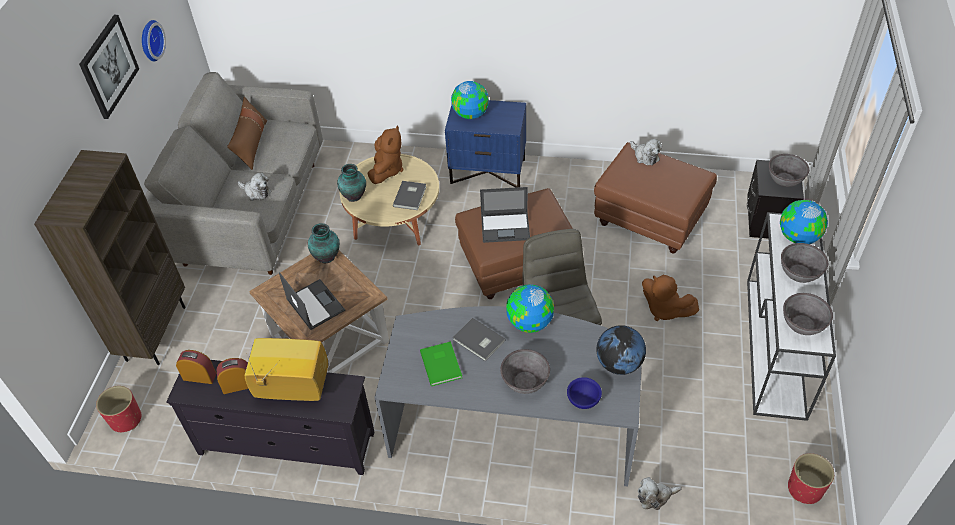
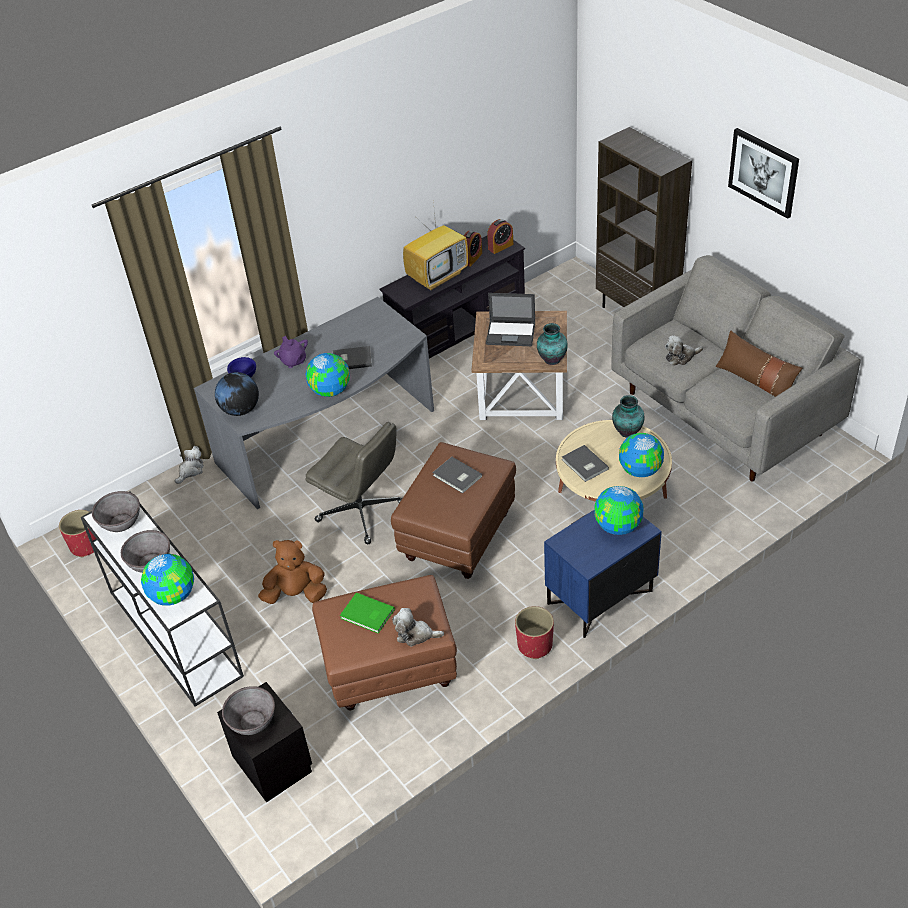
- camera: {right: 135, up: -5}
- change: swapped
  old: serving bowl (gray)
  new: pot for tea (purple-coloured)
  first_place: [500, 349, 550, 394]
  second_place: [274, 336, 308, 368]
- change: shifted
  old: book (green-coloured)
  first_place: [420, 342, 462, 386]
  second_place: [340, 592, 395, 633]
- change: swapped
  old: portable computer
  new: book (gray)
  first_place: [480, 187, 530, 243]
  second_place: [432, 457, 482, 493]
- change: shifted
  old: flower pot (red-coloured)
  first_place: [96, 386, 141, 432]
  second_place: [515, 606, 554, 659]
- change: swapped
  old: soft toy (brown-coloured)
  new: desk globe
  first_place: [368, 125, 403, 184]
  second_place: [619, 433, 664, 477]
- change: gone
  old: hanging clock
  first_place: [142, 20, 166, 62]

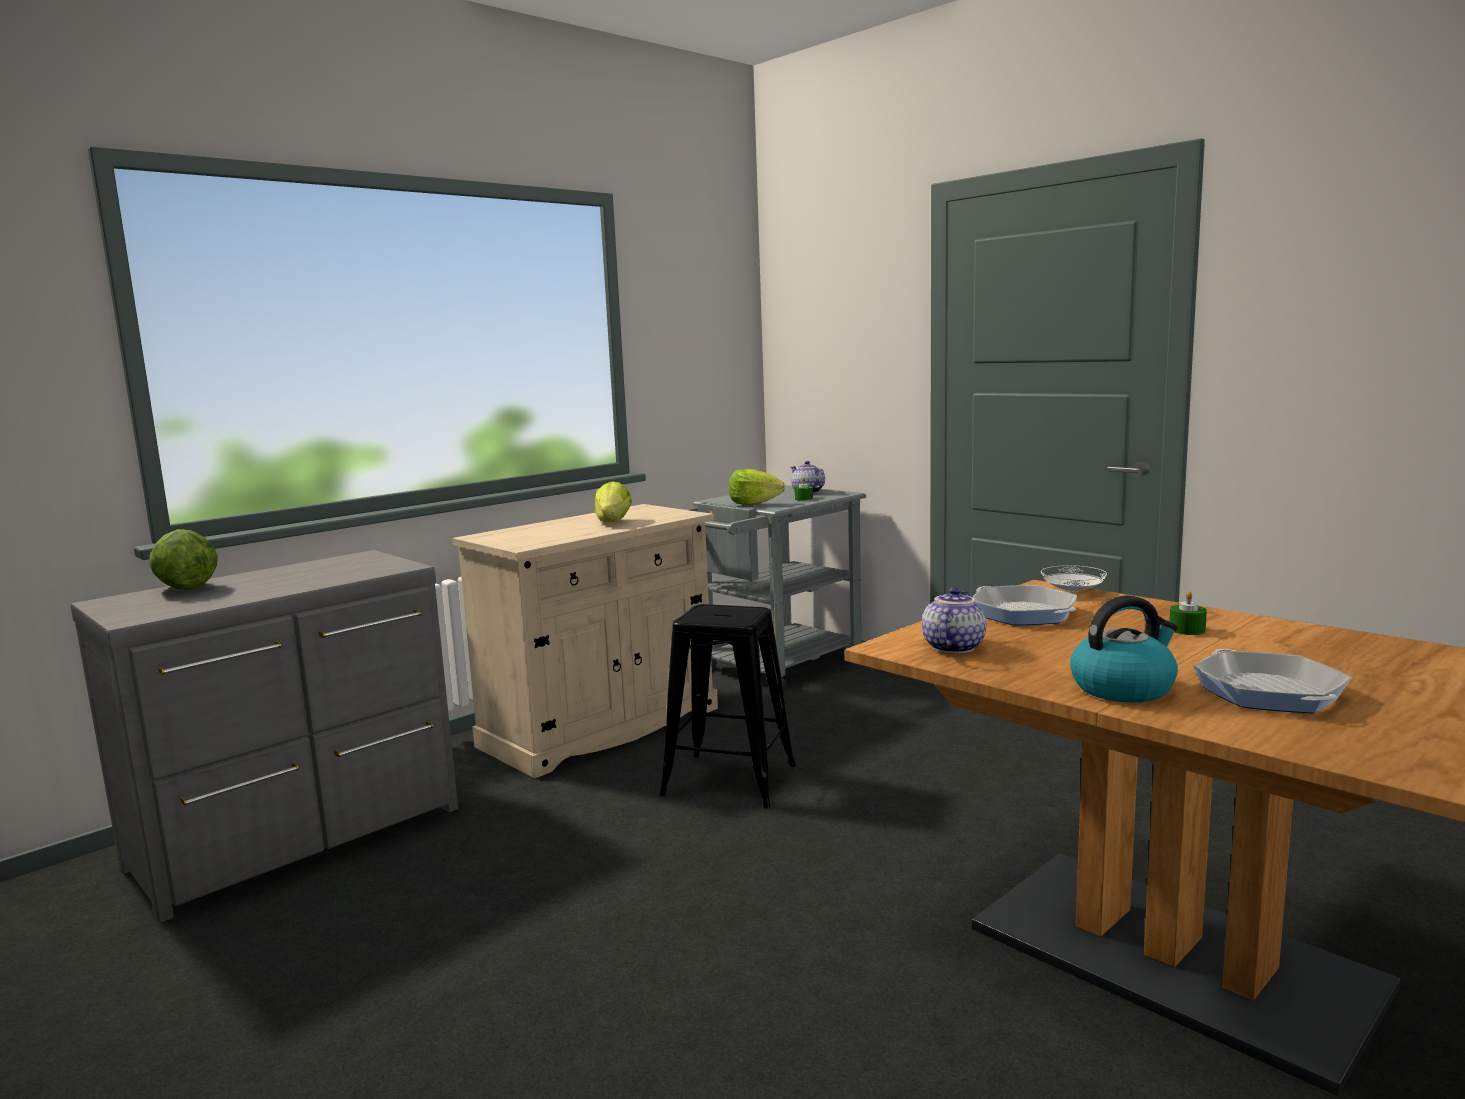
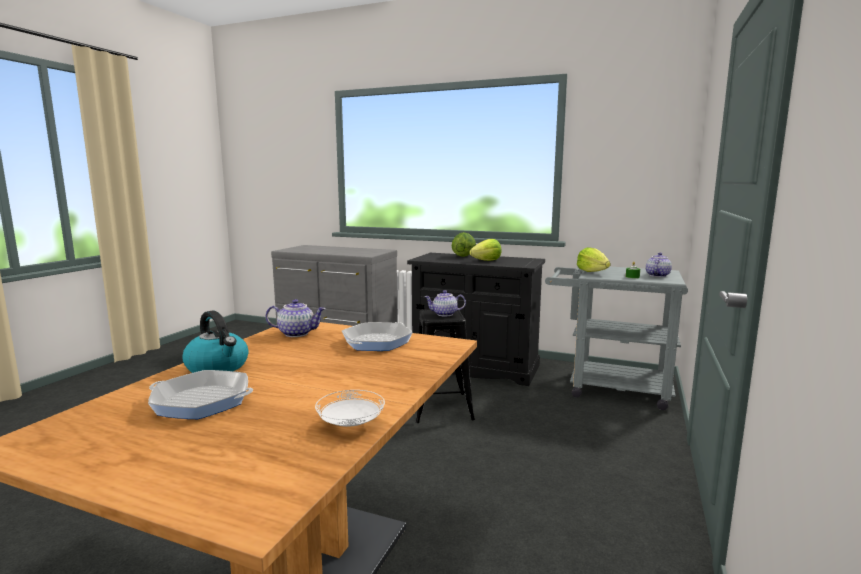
- camera: {right: 65, up: 0}
- change: rotated
  old: frying pan
  first_place: [1193, 649, 1352, 714]
  second_place: [148, 370, 253, 419]
  degrees: 45
- change: shifted
  old: plate (whitish)
  first_place: [1041, 565, 1107, 593]
  second_place: [315, 390, 385, 427]
- change: repainted
  old: storage cabinet (beige-coloured)
  new: storage cabinet (blackish)
  first_place: [452, 504, 718, 778]
  second_place: [407, 253, 545, 386]
- change: new
  new: pot for tea
  second_place: [425, 290, 466, 316]
- change: shifted
  old: lettuce head
  first_place: [149, 529, 218, 590]
  second_place: [452, 232, 476, 257]
- change: gone
  old: wax light (green-coloured)
  first_place: [1169, 591, 1207, 635]

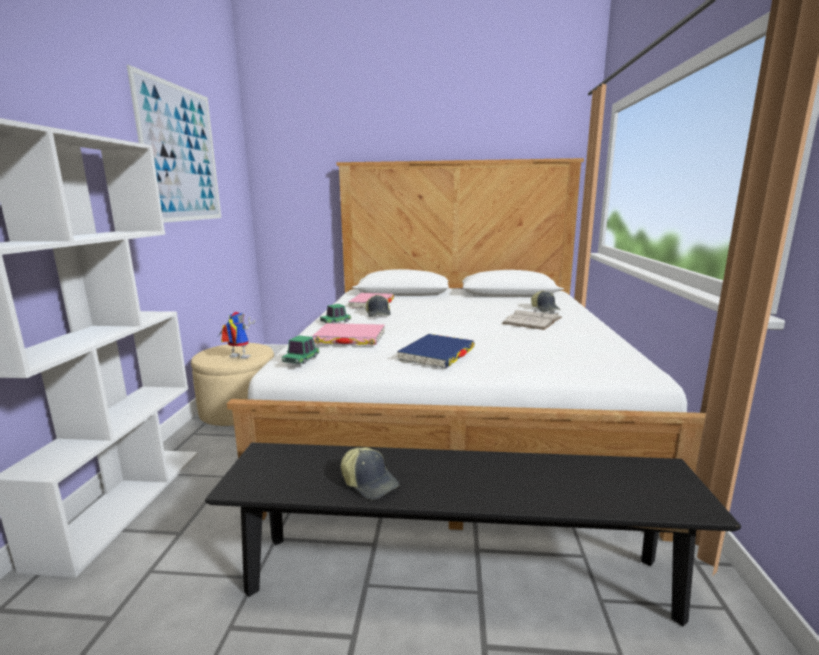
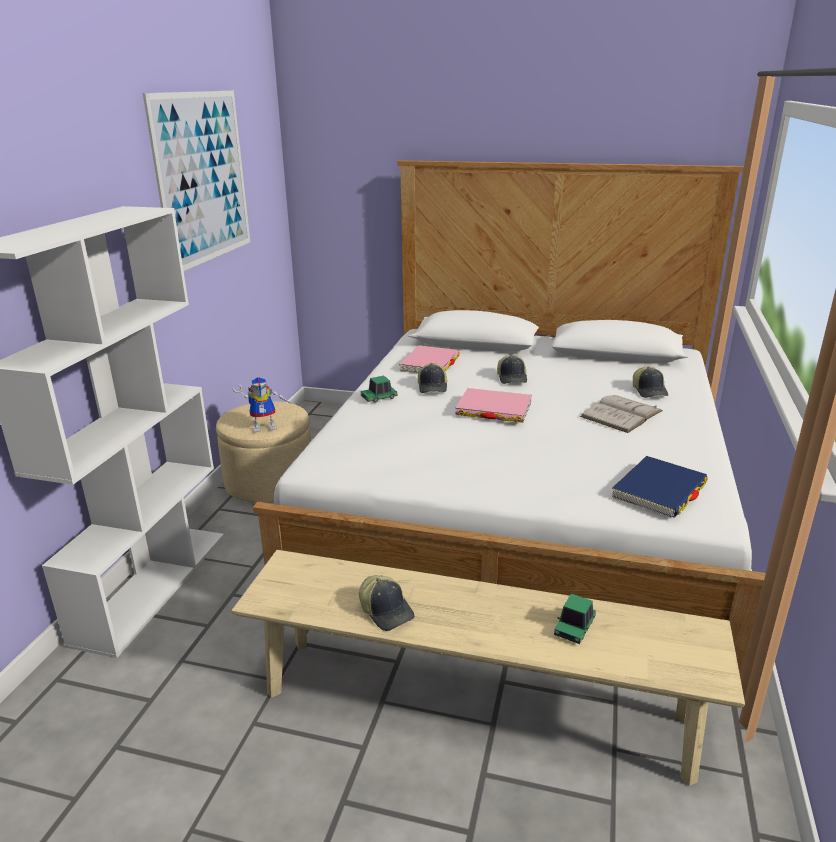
- camera: {right: 10, up: 10}
- change: repainted
  old: indoor bench (blackish)
  new: indoor bench (beige-coloured)
  first_place: [205, 443, 741, 626]
  second_place: [231, 550, 745, 786]
- change: rotated
  old: robot figure
  first_place: [217, 312, 255, 359]
  second_place: [232, 377, 293, 432]
  degrees: 135
- change: shifted
  old: book (pinkish)
  first_place: [312, 323, 385, 345]
  second_place: [455, 388, 532, 423]
- change: new
  new: baseball cap
  second_place: [497, 354, 527, 384]
- change: shifted
  old: toy car
  first_place: [282, 335, 319, 364]
  second_place: [554, 594, 596, 644]
- change: shifted
  old: book (bluish)
  first_place: [397, 334, 475, 368]
  second_place: [612, 456, 708, 518]

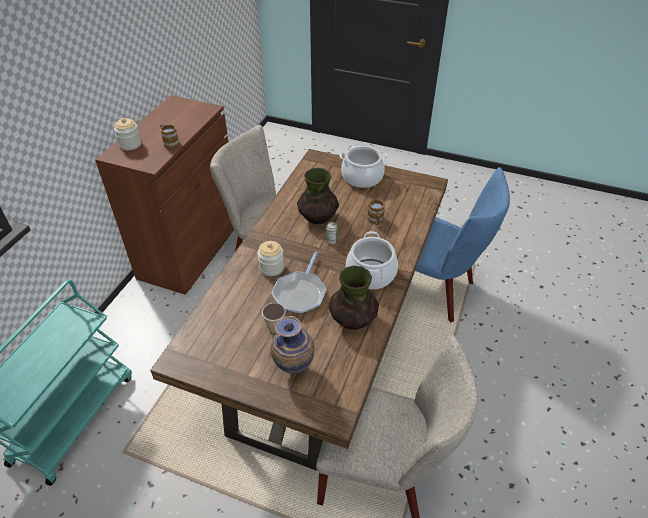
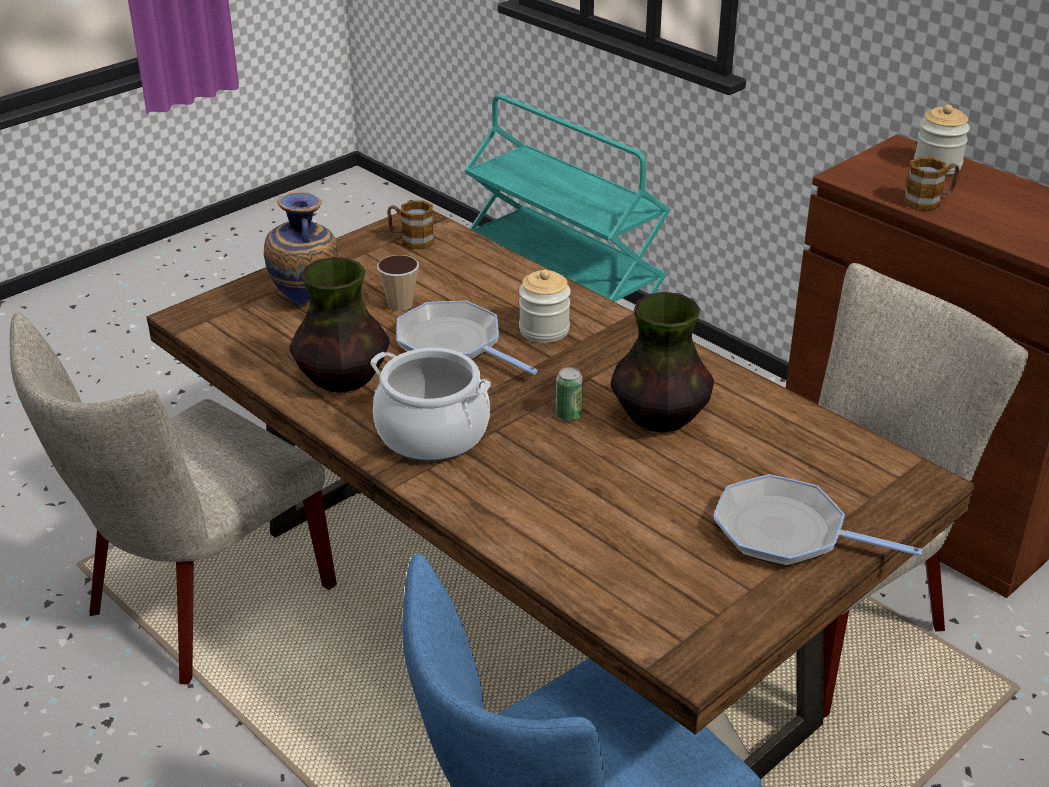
- camera: {right: 115, up: -10}
- change: shifted
  old: coffee mug
  first_place: [367, 199, 385, 226]
  second_place: [387, 201, 434, 249]
- change: swapped
  old: cooking pot
  new: frying pan
  first_place: [340, 146, 388, 188]
  second_place: [713, 474, 922, 566]

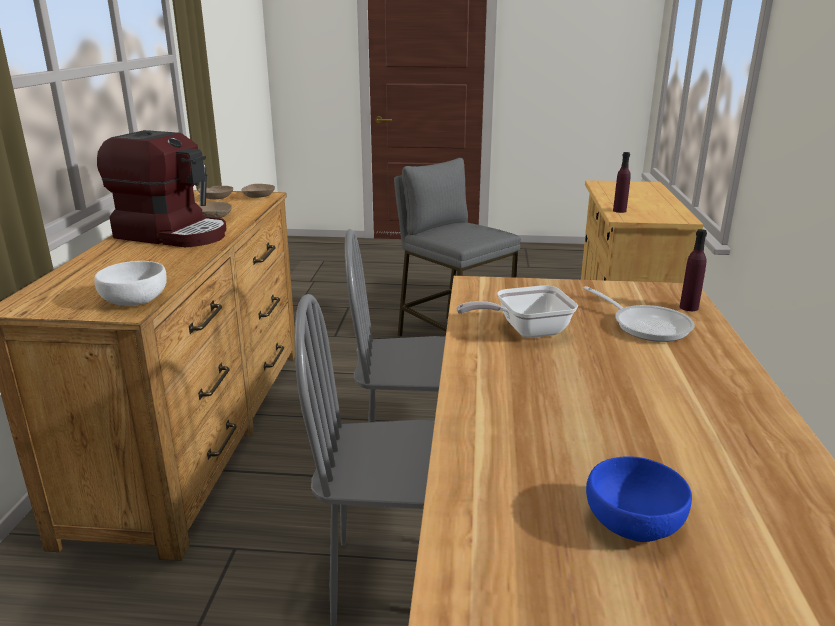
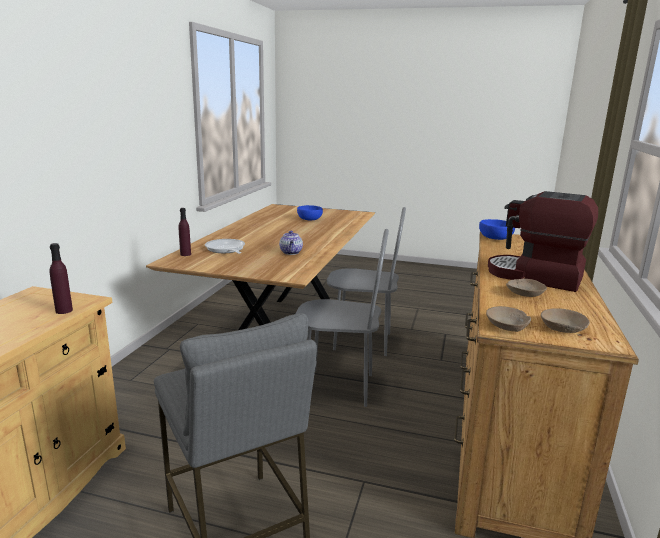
- camera: {right: -170, up: -5}
- change: swapped
  old: frying pan
  new: pot for tea
  first_place: [456, 285, 578, 338]
  second_place: [279, 231, 303, 255]
- change: repainted
  old: serving bowl (whitish)
  new: serving bowl (bluish)
  first_place: [94, 261, 167, 306]
  second_place: [479, 219, 515, 240]

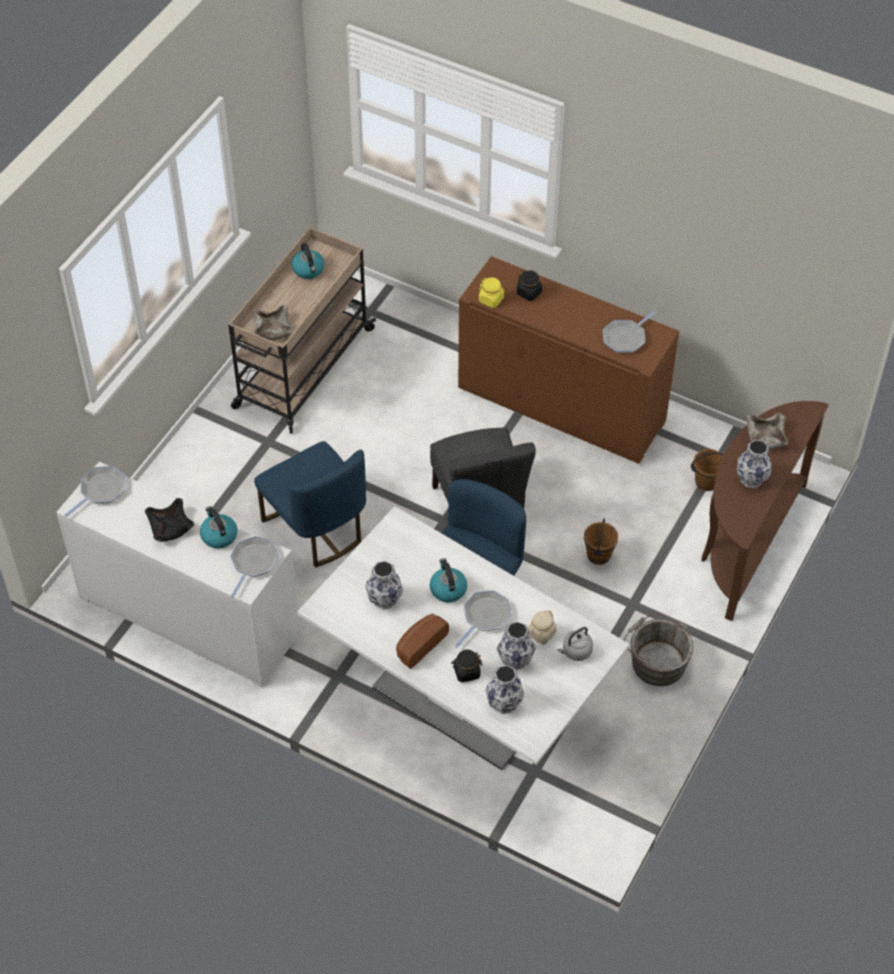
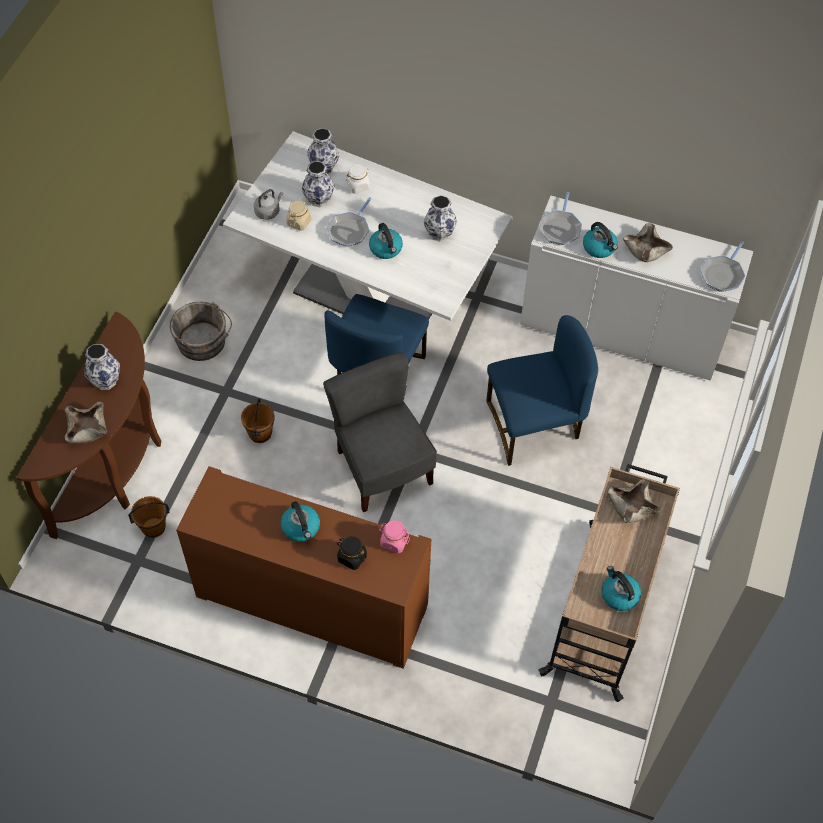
- camera: {right: 170, up: 5}
- change: new
  new: tea kettle
  second_place: [281, 501, 320, 542]
- change: repainted
  old: preserve jar (blackish)
  new: preserve jar (whitish)
  first_place: [451, 650, 482, 683]
  second_place: [345, 164, 371, 194]
- change: repainted
  old: preserve jar (yellow)
  new: preserve jar (pinkish)
  first_place: [479, 277, 505, 308]
  second_place: [380, 520, 410, 553]
- change: rotated
  old: upright chair (bluish)
  first_place: [254, 441, 366, 568]
  second_place: [486, 315, 598, 466]
  degrees: 120
- change: repainted
  old: serving bowl (blackish)
  new: serving bowl (beige-coloured)
  first_place: [145, 498, 194, 542]
  second_place: [623, 223, 673, 262]
- change: gone
  old: bread
  first_place: [396, 614, 449, 669]
- change: gone
  old: frying pan
  first_place: [603, 310, 657, 353]

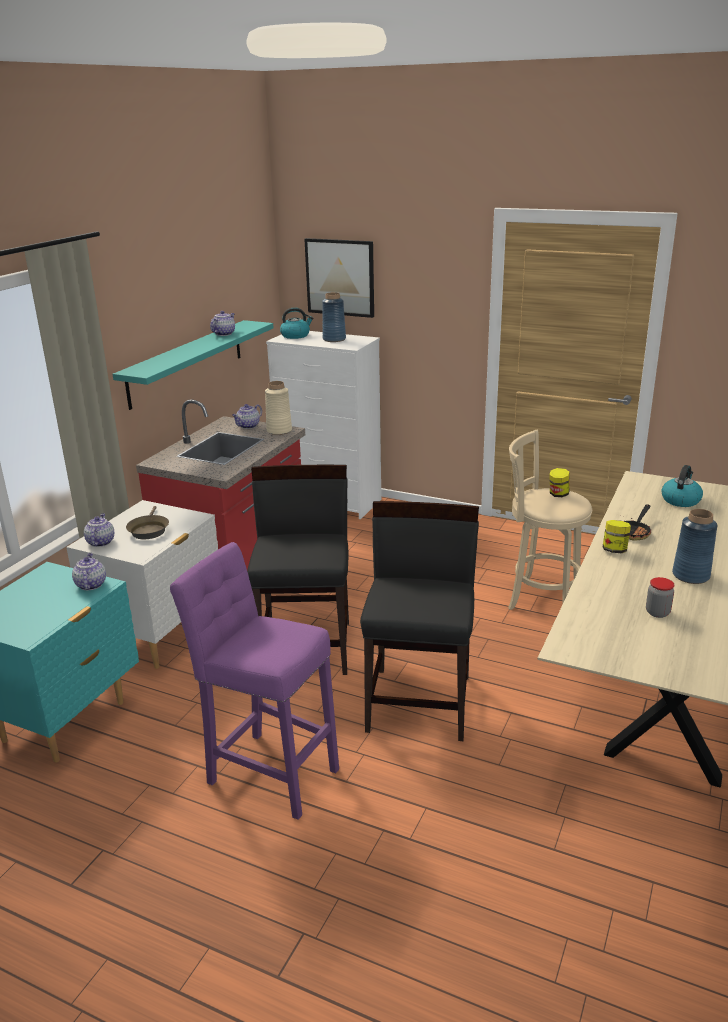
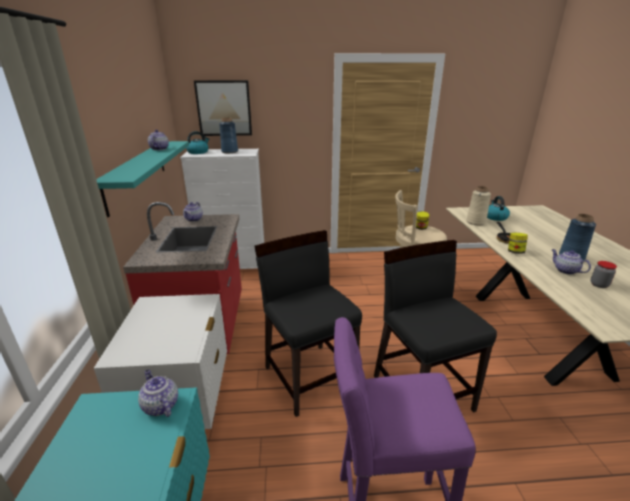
- camera: {right: -30, up: 0}
- change: shifted
  old: decorative vase (beige-coloured)
  first_place: [265, 381, 292, 435]
  second_place: [466, 186, 491, 225]
- change: shifted
  old: pot for tea
  first_place: [84, 513, 114, 547]
  second_place: [551, 249, 591, 275]
- change: gone
  old: frying pan (brown-coloured)
  first_place: [126, 506, 169, 539]

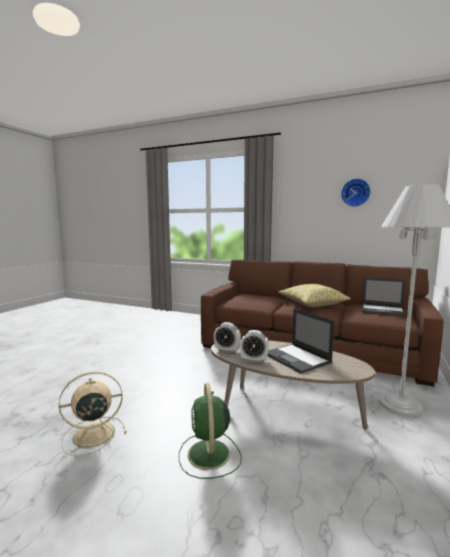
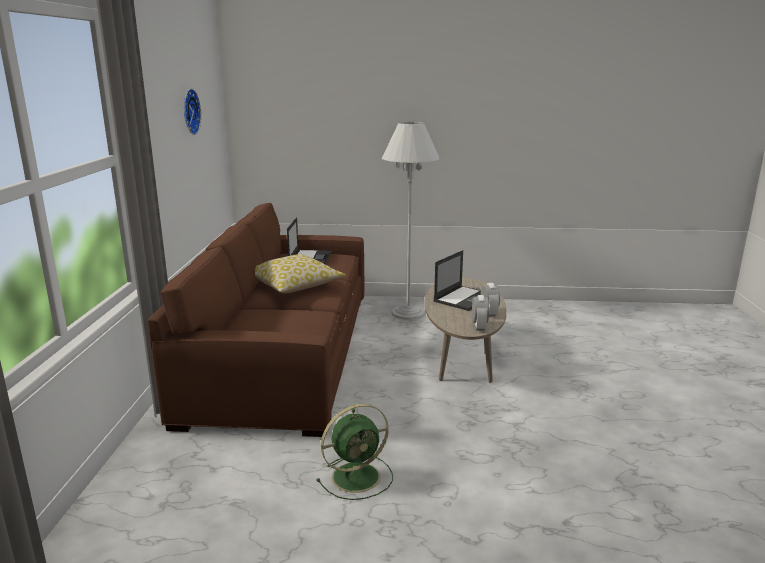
- camera: {right: -110, up: 10}
- change: shifted
  old: fan (green-coloured)
  first_place: [179, 383, 242, 479]
  second_place: [316, 404, 393, 500]
- change: gone
  old: fan (beige-coloured)
  first_place: [59, 372, 127, 456]

